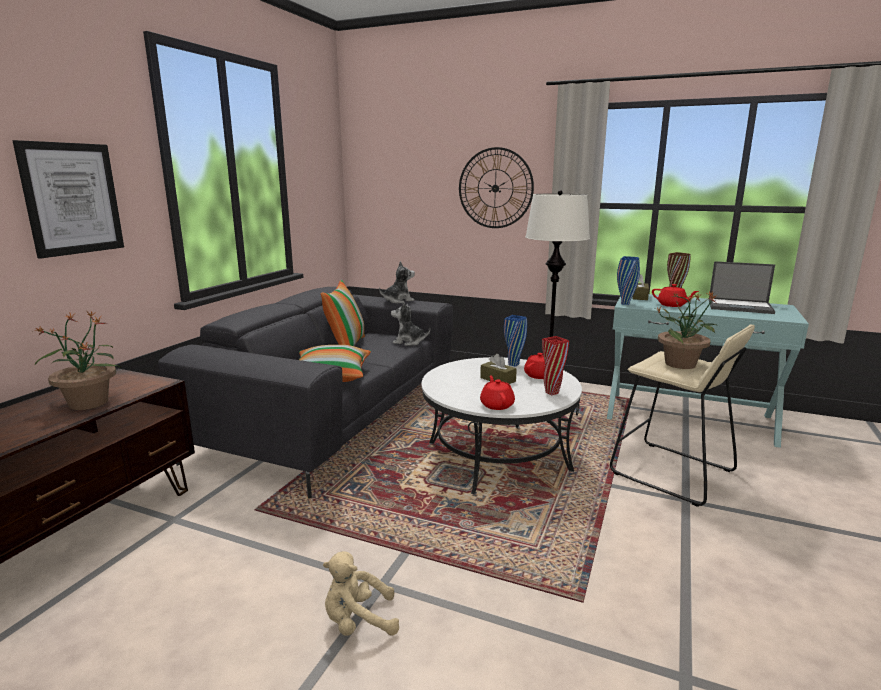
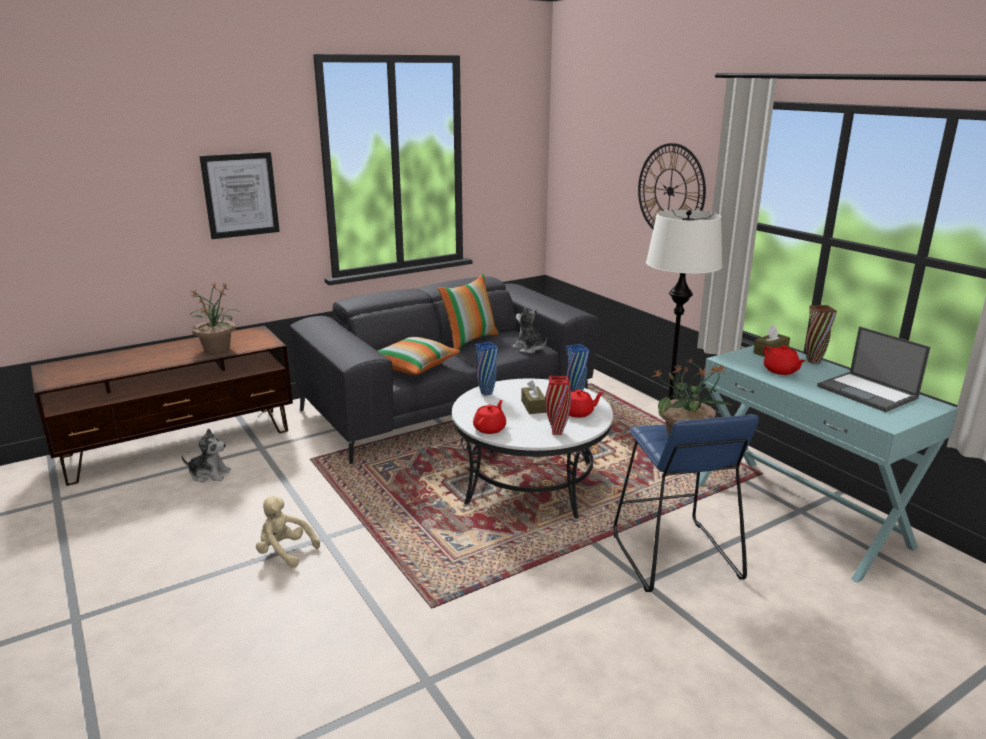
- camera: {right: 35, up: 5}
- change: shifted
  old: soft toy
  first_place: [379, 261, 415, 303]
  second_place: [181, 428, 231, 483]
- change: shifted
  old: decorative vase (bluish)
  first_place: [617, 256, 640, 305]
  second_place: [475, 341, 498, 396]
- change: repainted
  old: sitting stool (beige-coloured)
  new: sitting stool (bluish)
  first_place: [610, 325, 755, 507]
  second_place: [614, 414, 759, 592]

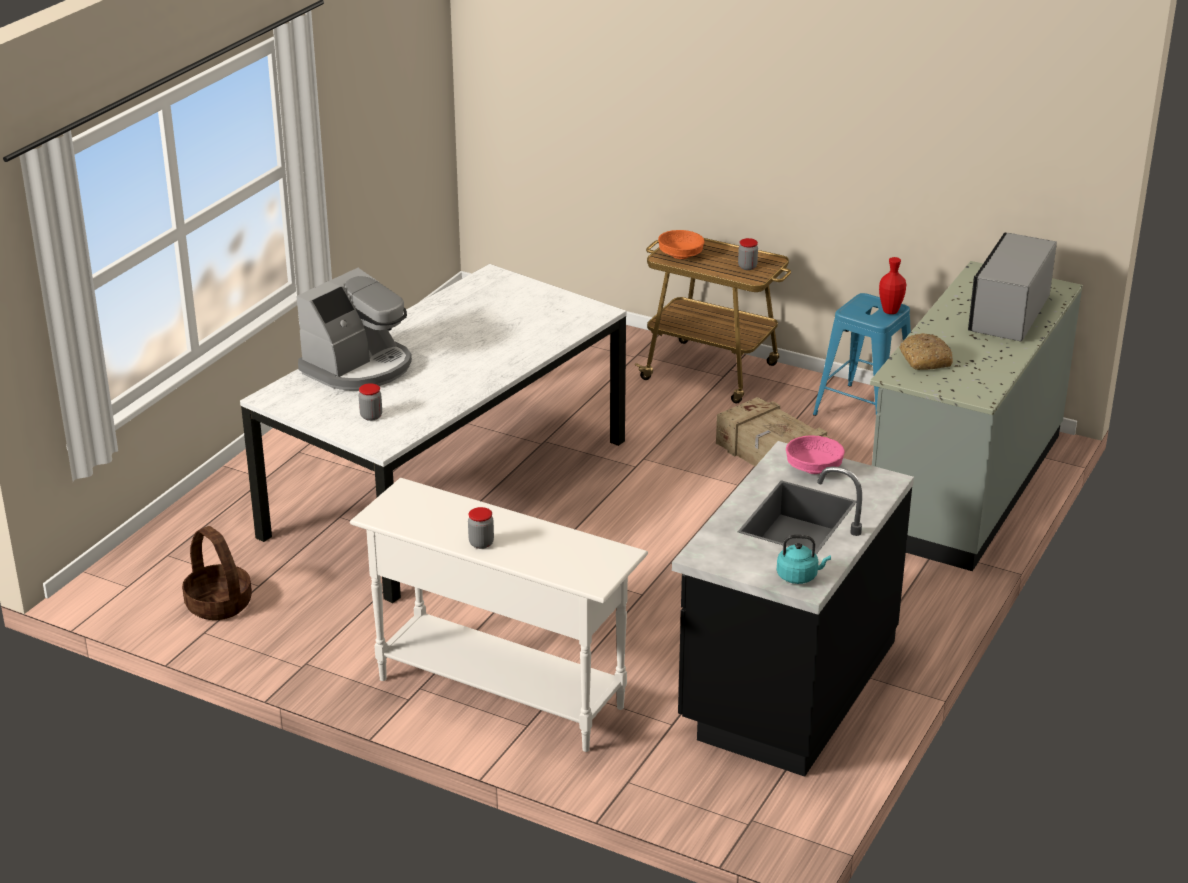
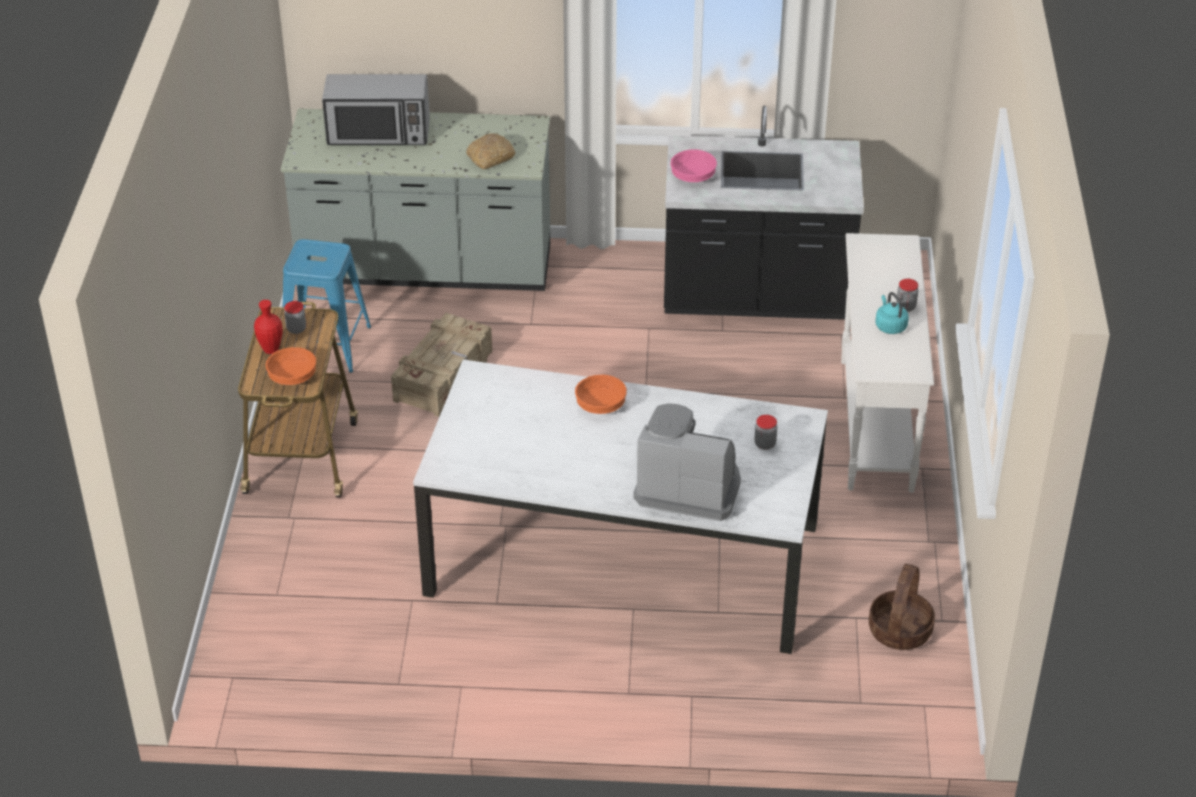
- camera: {right: -115, up: 10}
- change: shifted
  old: decorative vase (red-coloured)
  first_place: [879, 257, 906, 314]
  second_place: [254, 300, 283, 354]
- change: new
  new: serving bowl (orange)
  second_place: [575, 375, 627, 414]
- change: shifted
  old: tea kettle (turquoise-coloured)
  first_place: [777, 535, 831, 584]
  second_place: [876, 292, 909, 334]

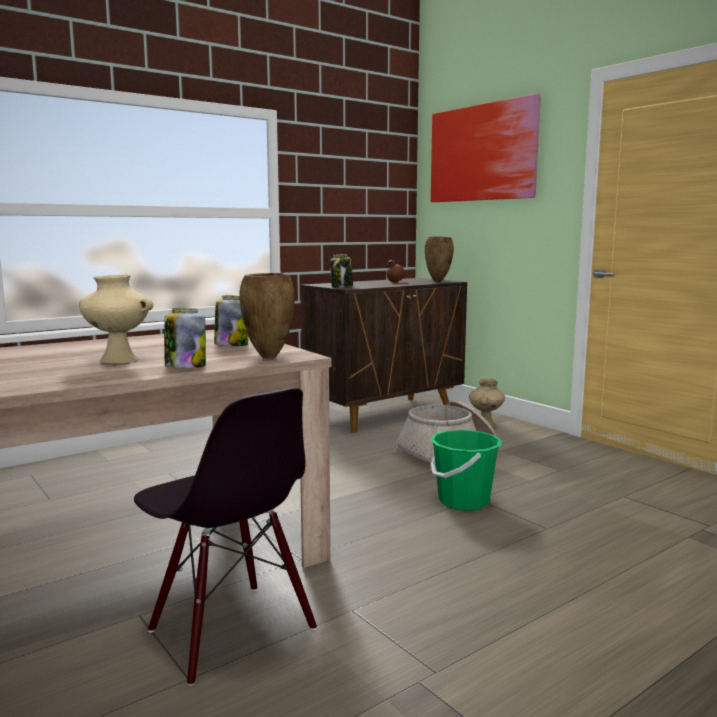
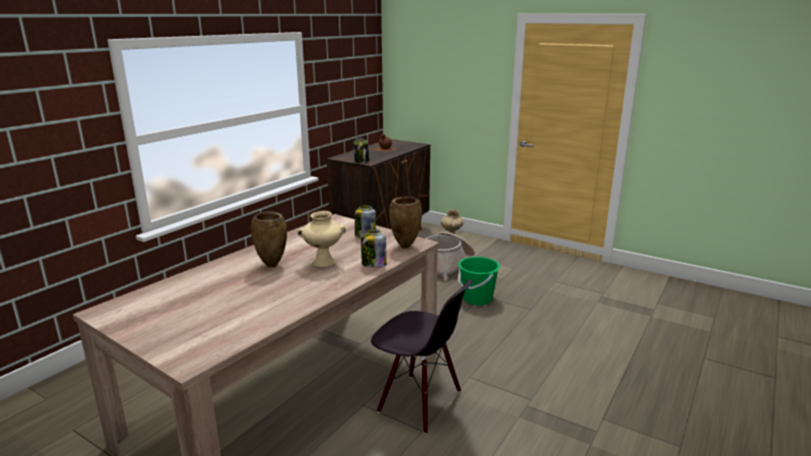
- camera: {right: -20, up: 10}
- change: shifted
  old: decorative vase (brown-coloured)
  first_place: [425, 237, 454, 282]
  second_place: [251, 211, 287, 267]
- change: gone
  old: picture
  first_place: [431, 94, 541, 202]

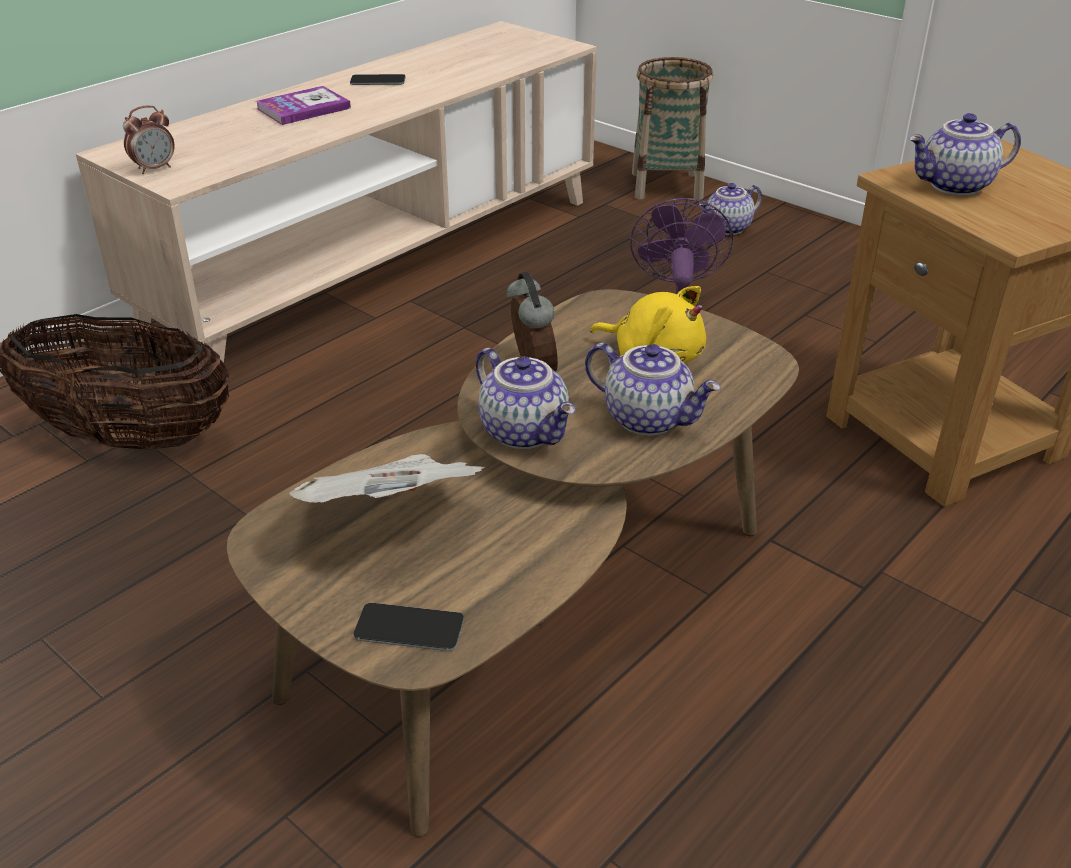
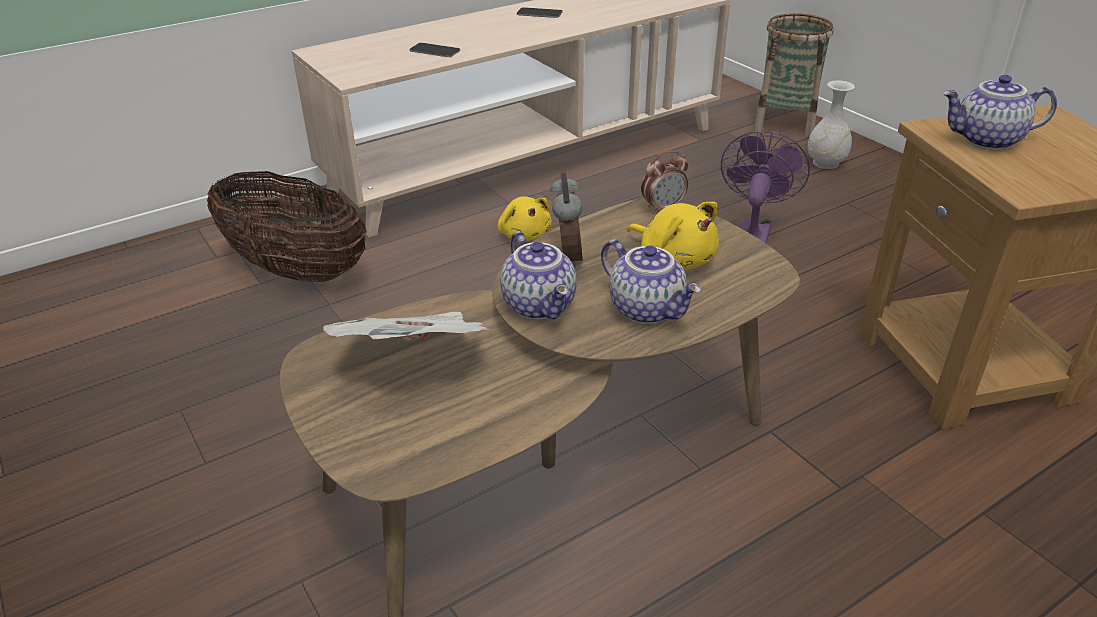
- camera: {right: 15, up: 0}
- change: shifted
  old: phone
  first_place: [353, 603, 464, 651]
  second_place: [410, 43, 460, 57]
- change: new
  new: soft toy (yellow)
  second_place: [498, 196, 551, 241]
- change: shifted
  old: table clock
  first_place: [123, 106, 175, 174]
  second_place: [641, 151, 688, 214]
- change: swapped
  old: pot for tea
  new: decorative vase (whitish)
  first_place: [699, 183, 762, 235]
  second_place: [808, 80, 855, 169]
- change: gone
  old: book
  first_place: [256, 86, 351, 125]

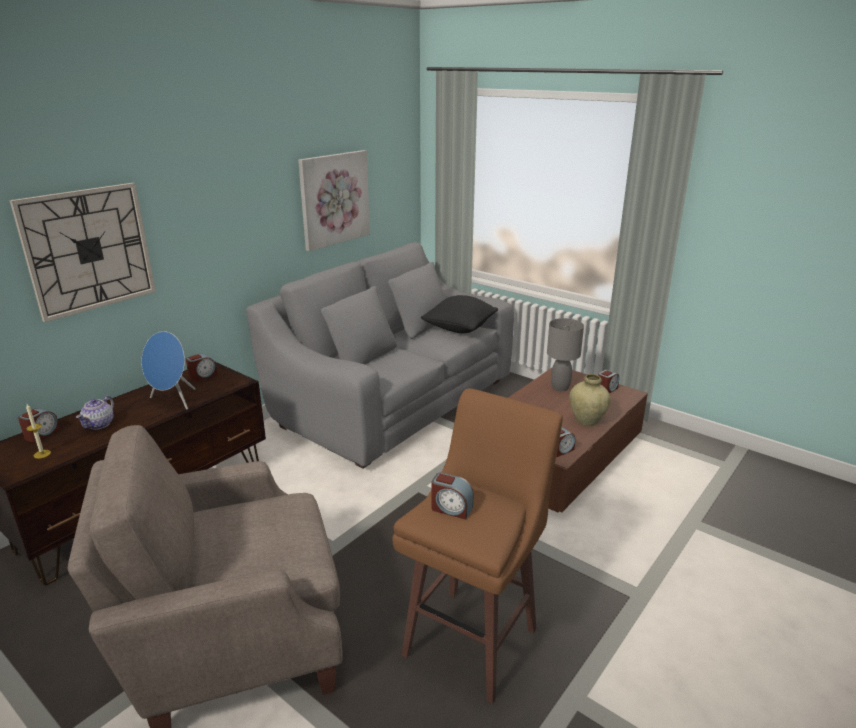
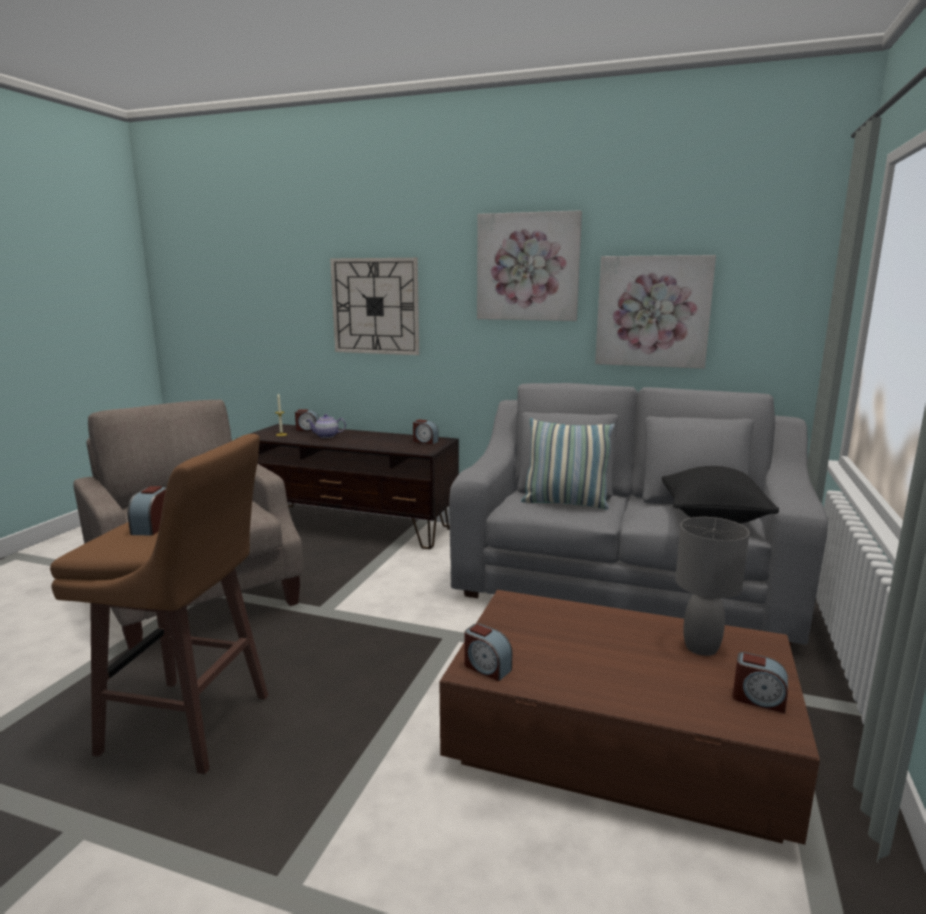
- camera: {right: 70, up: -10}
- change: new
  new: picture
  second_place: [477, 210, 582, 321]
- change: new
  new: pillow
  second_place: [521, 418, 615, 509]
- change: gone
  old: speaker (bluish)
  first_place: [142, 331, 195, 410]
- change: gone
  old: decorative vase (beige-coloured)
  first_place: [569, 374, 611, 426]

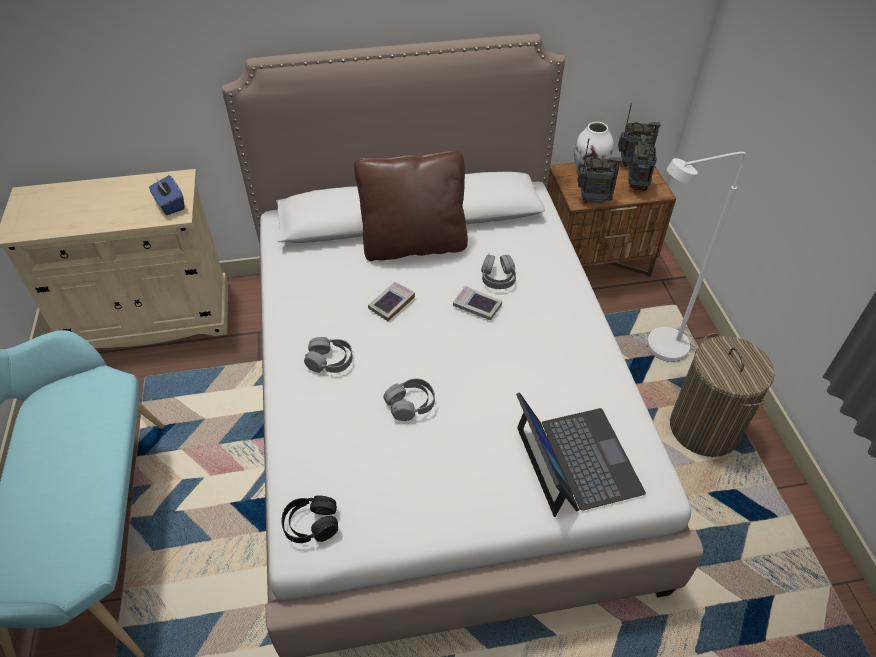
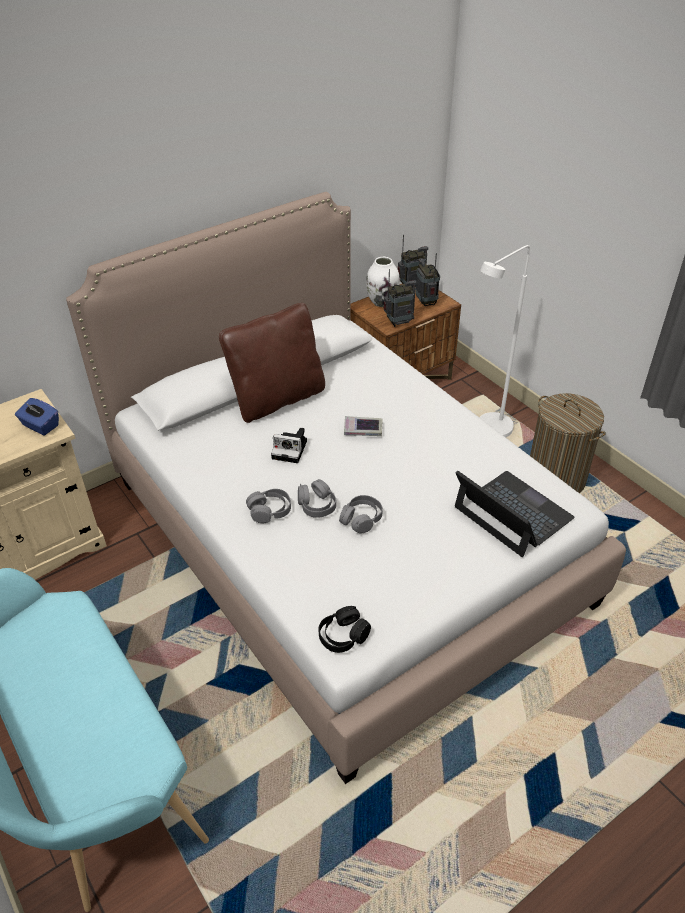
- camera: {right: -25, up: -5}
- change: swapped
  old: book
  new: photo camera
  first_place: [368, 282, 415, 321]
  second_place: [271, 428, 307, 463]
- change: shifted
  old: headset (gray)
  first_place: [481, 253, 516, 289]
  second_place: [298, 479, 336, 518]

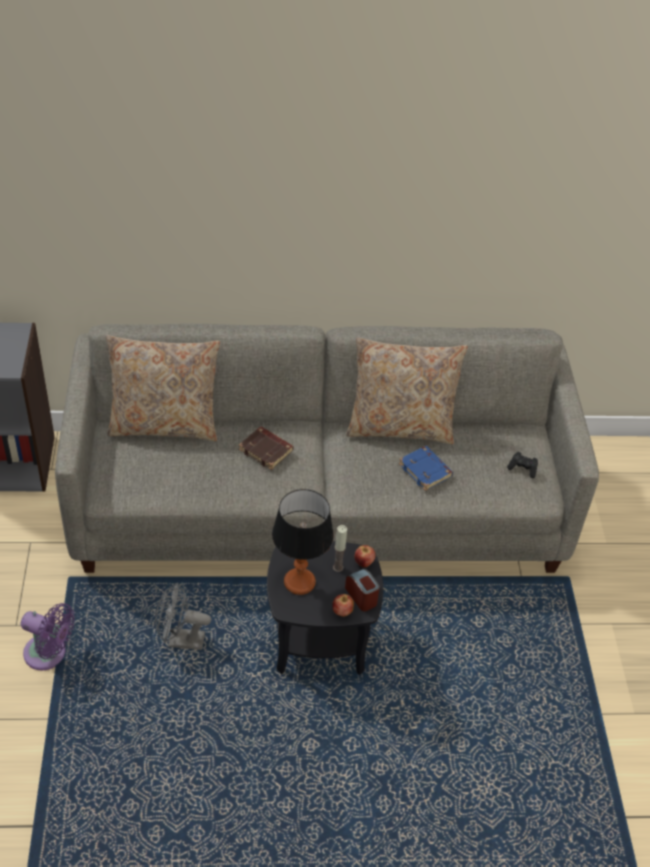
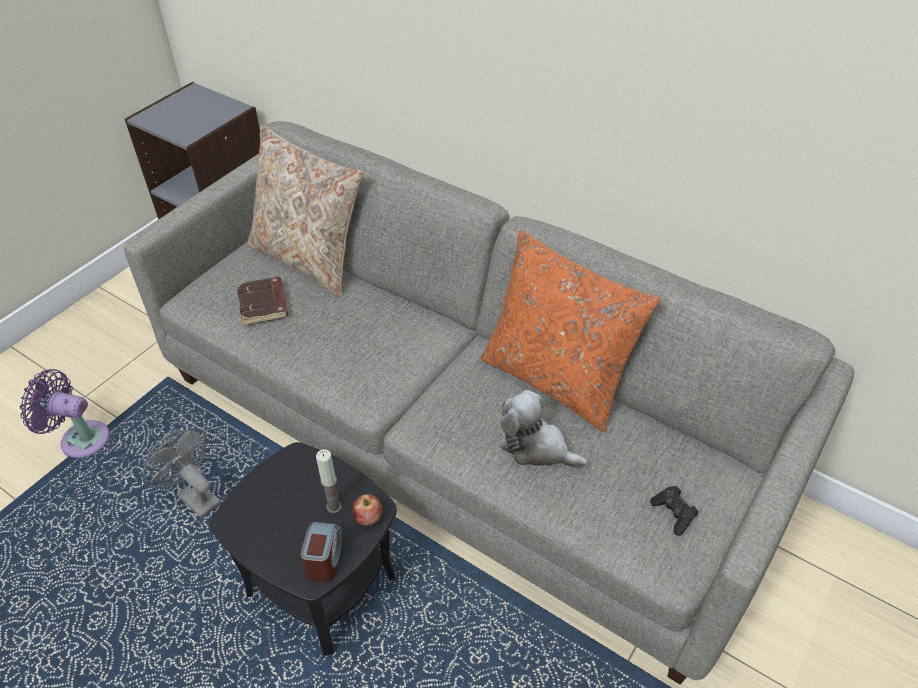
- camera: {right: 40, up: 0}
- change: rotated
  old: fan (purple-coloured)
  first_place: [21, 603, 75, 670]
  second_place: [20, 369, 109, 458]
  degrees: 135
- change: shifted
  old: book (brown-coloured)
  first_place: [239, 426, 294, 470]
  second_place: [237, 277, 288, 326]
- change: repainted
  old: pillow (beige-coloured)
  new: pillow (orange)
  first_place: [346, 338, 468, 444]
  second_place: [481, 230, 661, 433]
- change: swapped
  old: book (bluish)
  new: soft toy
  first_place: [399, 446, 453, 491]
  second_place: [500, 390, 588, 468]
- change: gone
  old: lamp for a table
  first_place: [272, 489, 334, 595]
- change: gone
  old: apple fruit
  first_place: [332, 594, 354, 617]

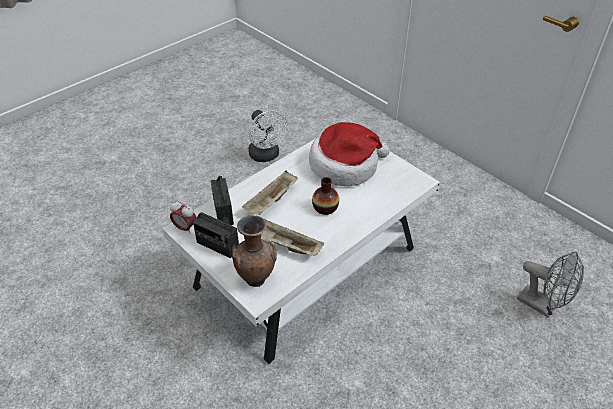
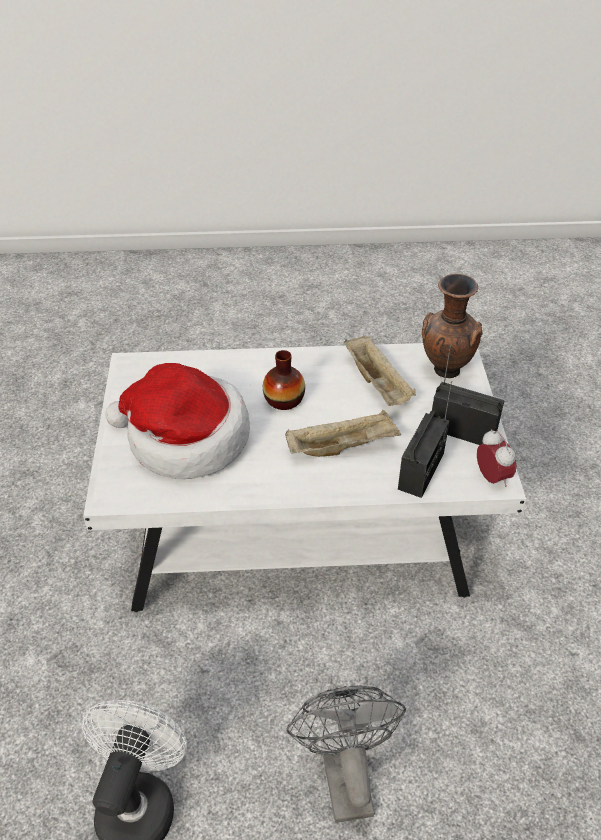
- camera: {right: -140, up: 0}
- change: shifted
  old: fan (gray)
  first_place: [517, 252, 584, 318]
  second_place: [286, 685, 406, 823]
- change: rotated
  old: radio receiver
  first_place: [193, 211, 239, 258]
  second_place: [432, 345, 505, 445]
  degrees: -45

